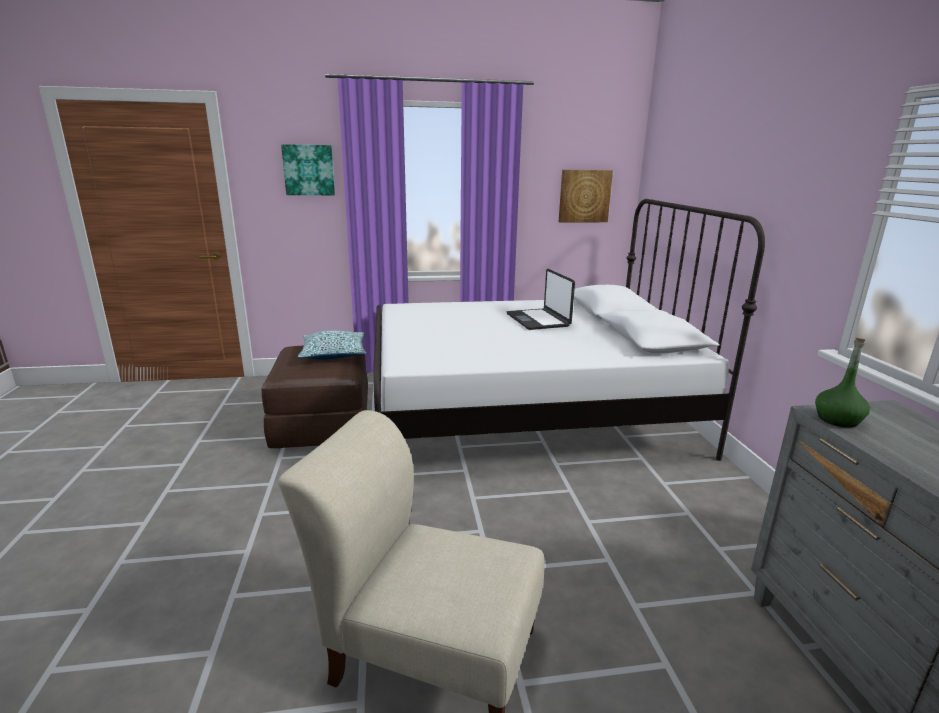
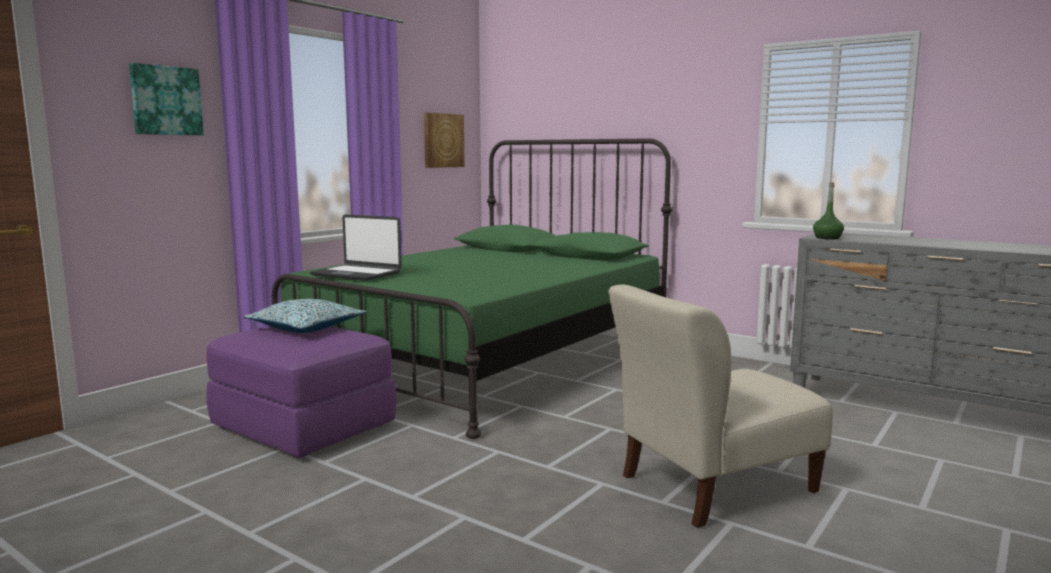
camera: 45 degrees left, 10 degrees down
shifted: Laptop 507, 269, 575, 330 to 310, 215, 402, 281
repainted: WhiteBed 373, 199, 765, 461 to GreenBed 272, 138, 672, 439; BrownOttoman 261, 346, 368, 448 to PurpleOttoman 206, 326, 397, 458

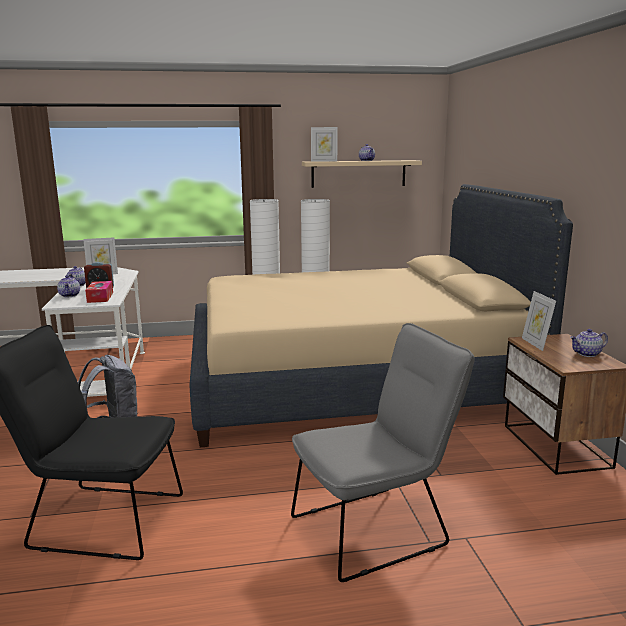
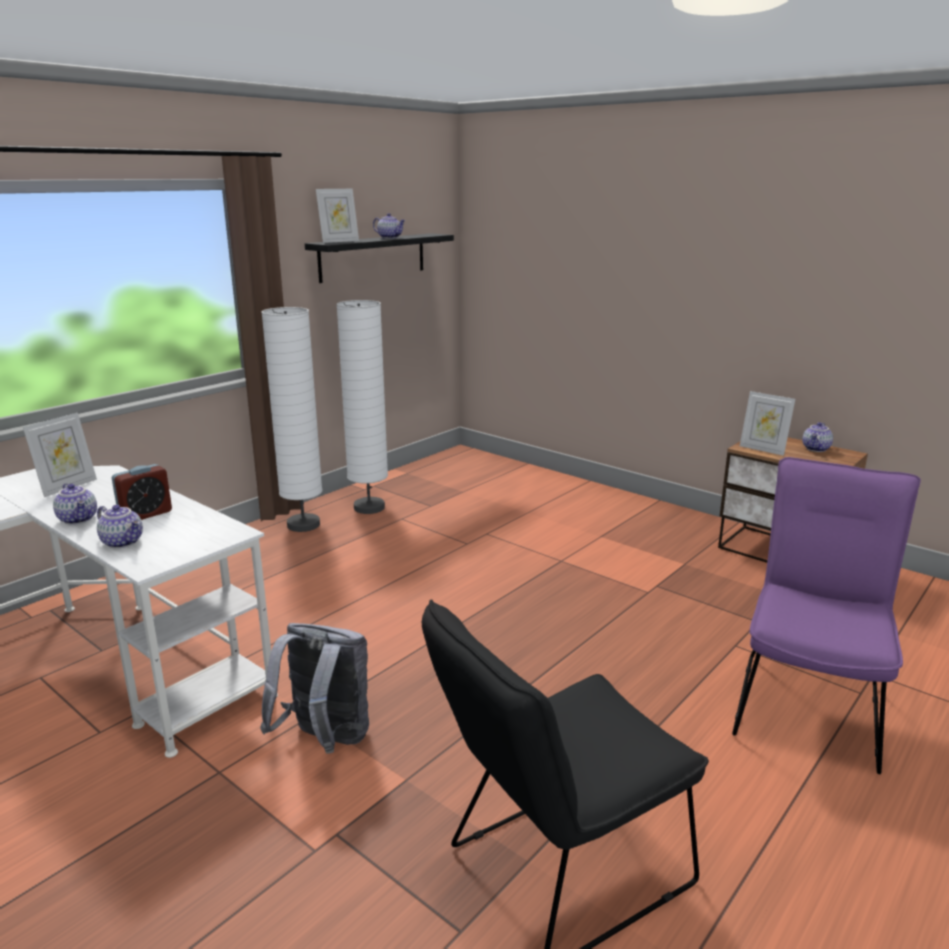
camera: 40 degrees left, 5 degrees up
gone: BeigeBed 190, 184, 573, 447; TissueBox 85, 281, 113, 303
repainted: BeigeShelf 302, 160, 422, 188 to BlackShelf 305, 233, 454, 283; GreyChair 291, 323, 475, 582 to PurpleChair 732, 457, 921, 774

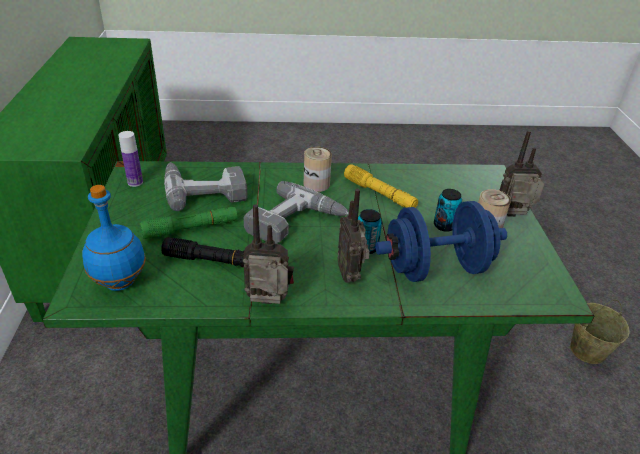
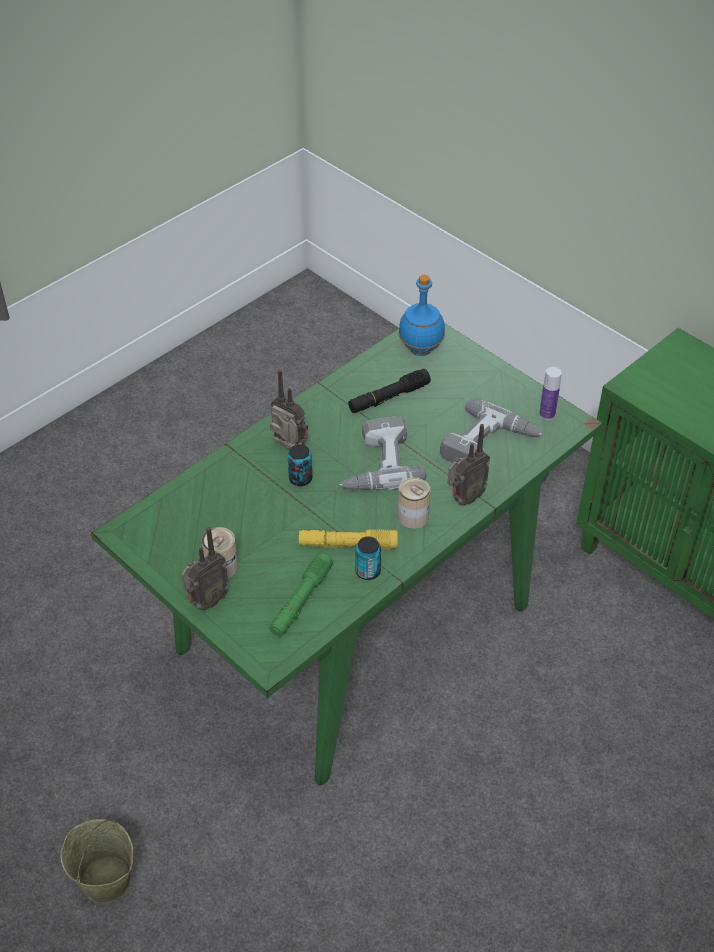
camera: 140 degrees right, 10 degrees up
gone: BlueDumbbell 375, 201, 507, 282
shifted: Can 434, 189, 462, 232 to 355, 537, 381, 580; Radio 243, 204, 294, 304 to 447, 424, 490, 506; GreenFlashlight 140, 207, 237, 239 to 269, 553, 333, 637

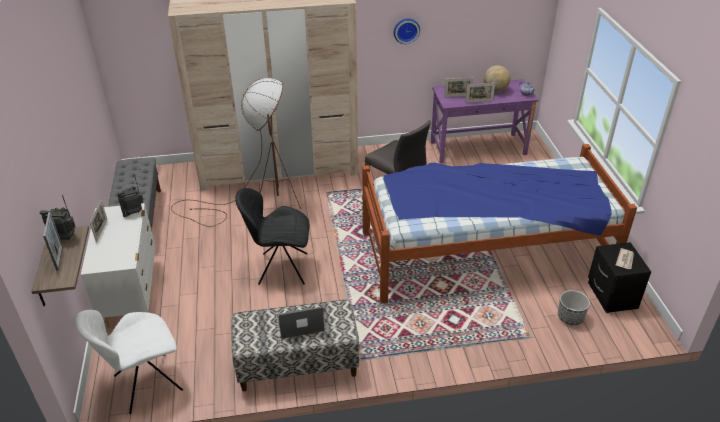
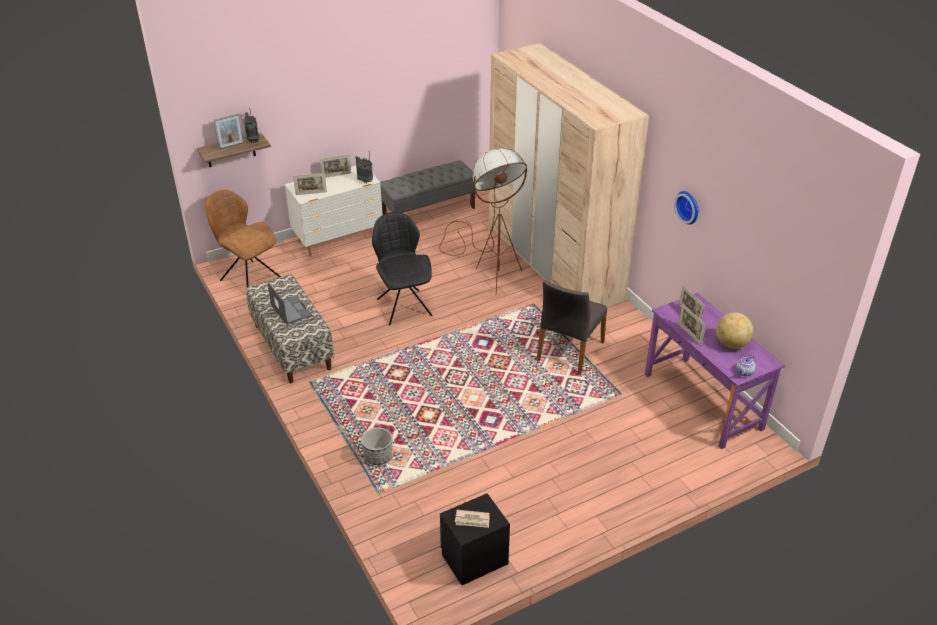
camera: 70 degrees right, 0 degrees up
gone: Bed 362, 144, 637, 304
new: PictureFrame 293, 173, 327, 195
shifted: Planter 558, 290, 590, 325 to 361, 427, 393, 465
repainted: WhiteChair 74, 310, 183, 414 to BrownChair 205, 190, 281, 287

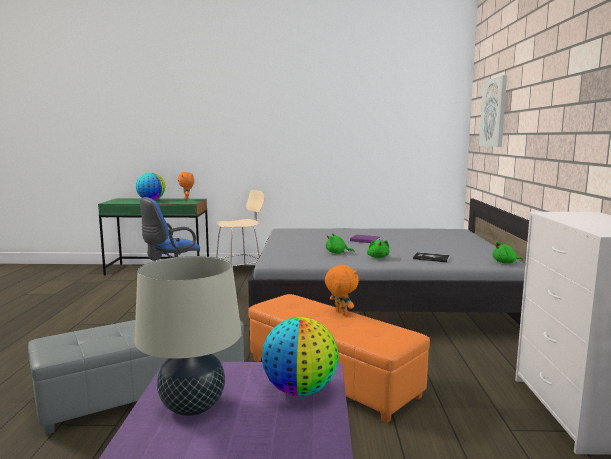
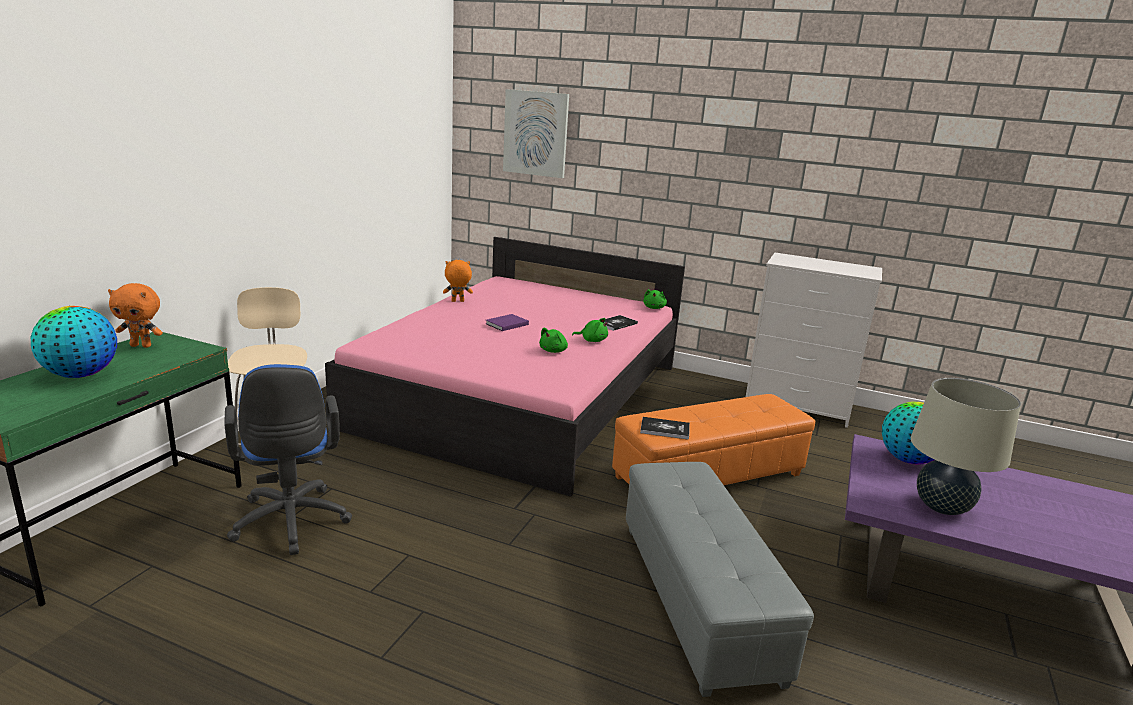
camera: 70 degrees left, 10 degrees up
new: Book 640, 417, 690, 440
shifted: OrangePlushToy 325, 265, 359, 316 to 443, 260, 473, 302
repainted: GreyBed 248, 198, 529, 333 to PinkBed 325, 237, 685, 496

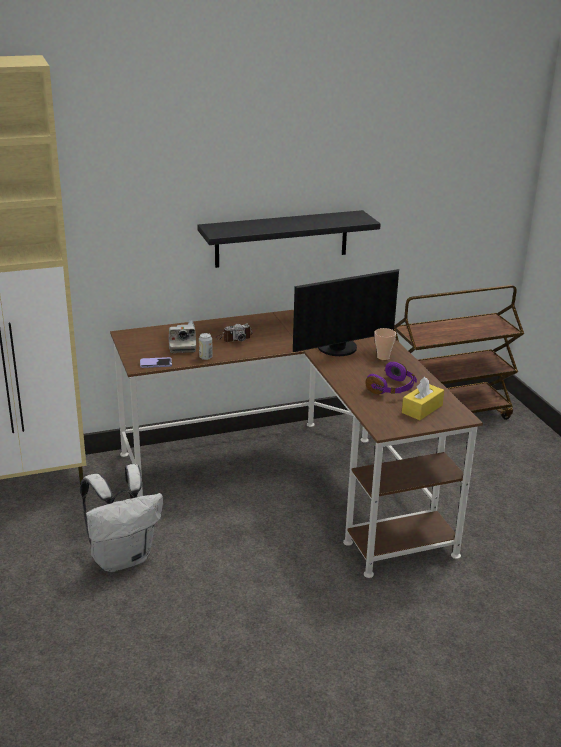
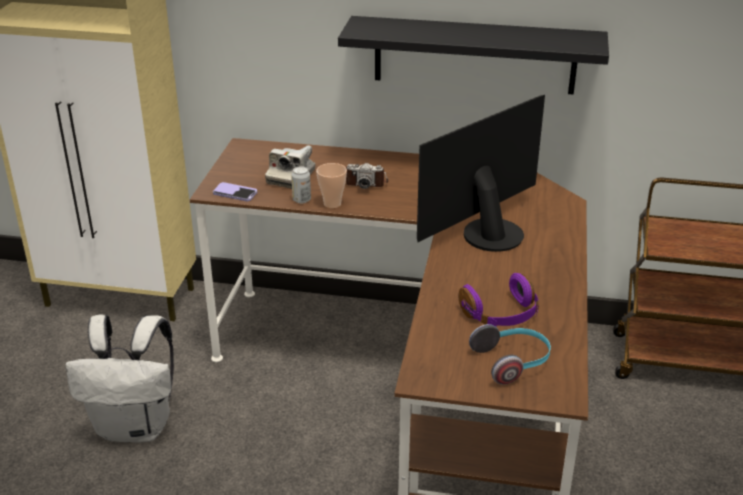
camera: 30 degrees right, 5 degrees up
shifted: Cup 375, 328, 396, 360 to 316, 163, 347, 208
swapped: YellowTissueBox 402, 377, 444, 420 to Headphones 469, 324, 551, 385
rotated: Monitor 293, 269, 399, 356 = 417, 95, 545, 252 135 degrees clockwise

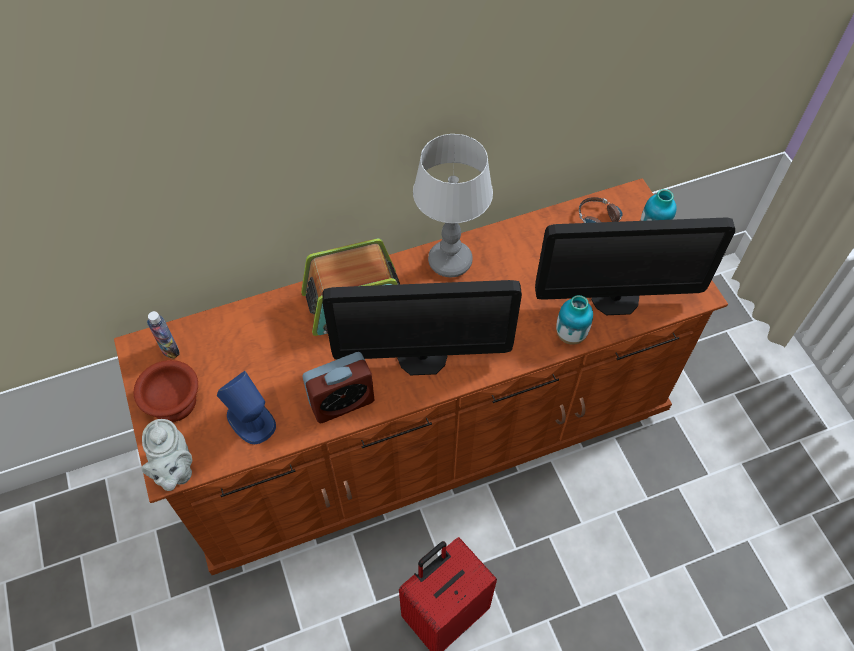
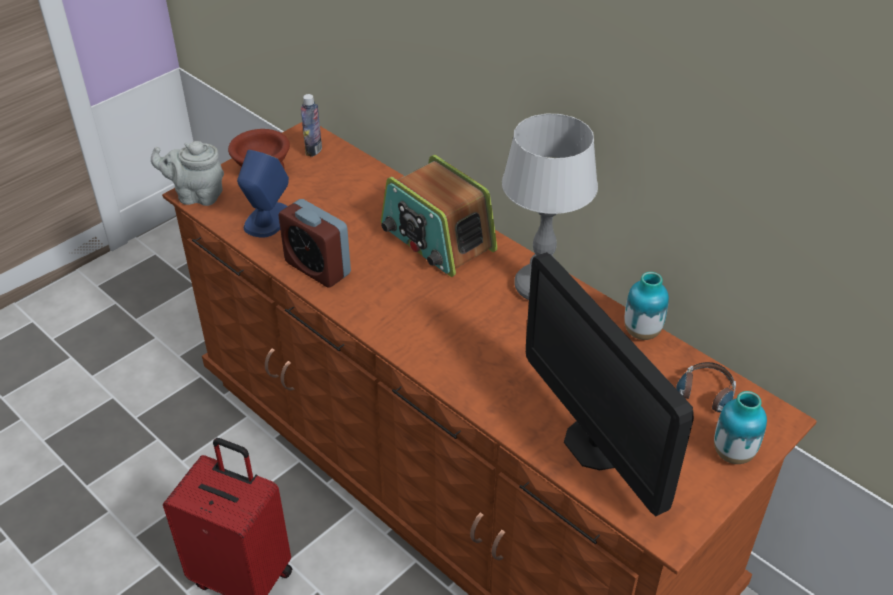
camera: 65 degrees right, 15 degrees down
gone: Monitor 322, 280, 522, 375
shifted: Vase 556, 295, 593, 345 to 624, 272, 669, 340
rotated: GreyTeapot 141, 419, 192, 491 = 151, 141, 224, 206 45 degrees clockwise

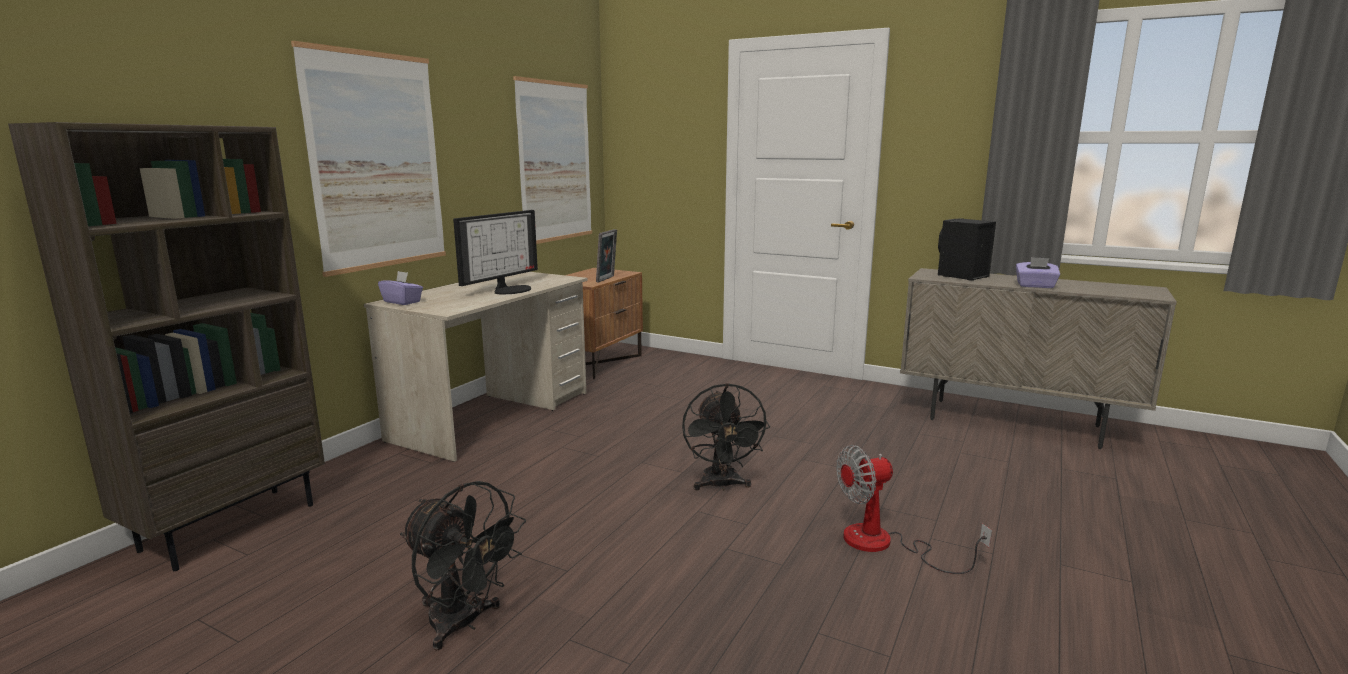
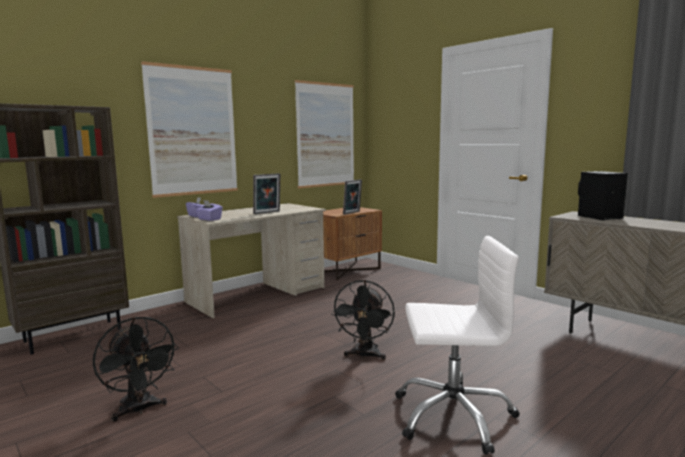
camera: 20 degrees right, 5 degrees down
shifted: PurpleTissueBox 1016, 257, 1060, 288 to 195, 200, 223, 221
swapped: Monitor 453, 210, 538, 294 to PictureFrame 253, 173, 280, 214; Fan 836, 445, 992, 574 to WhiteOfficeChair 395, 236, 520, 455

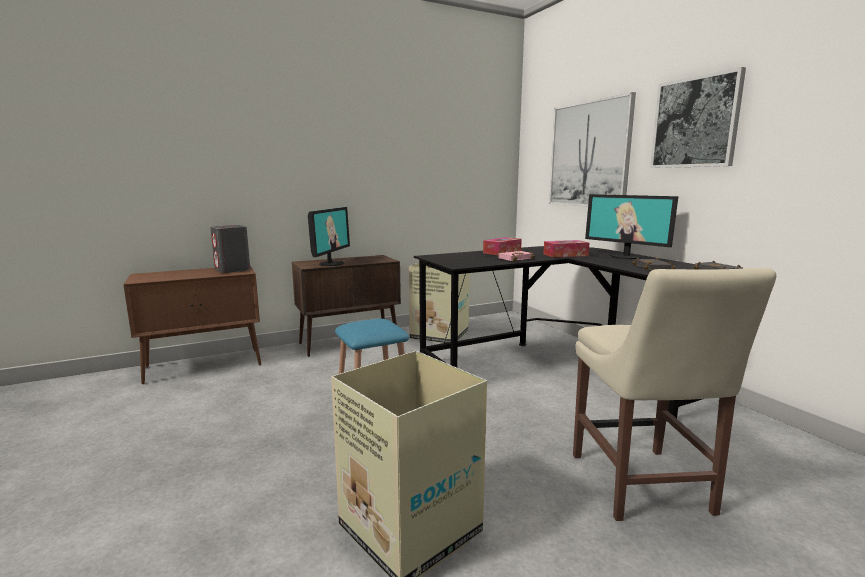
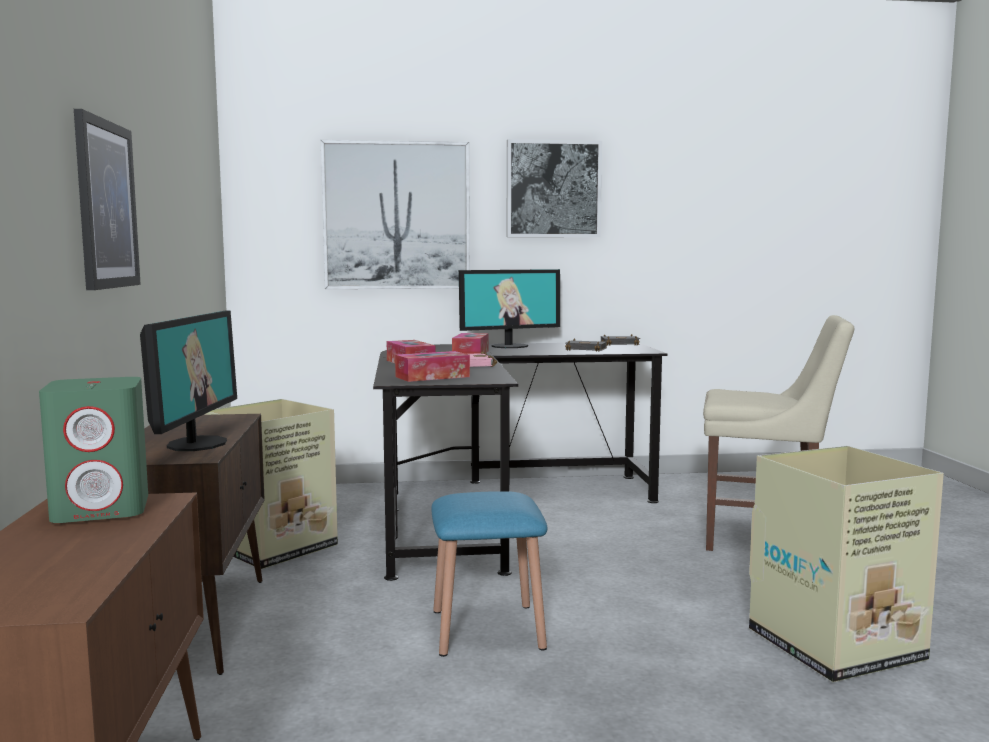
camera: 70 degrees left, 5 degrees down
new: Picture 74, 109, 141, 290; TissueBox 395, 351, 470, 382
repainted: GreySpeaker 210, 225, 250, 273 to GreenSpeaker 39, 377, 148, 523
rotated: Monitor 308, 207, 350, 266 = 140, 310, 237, 451 60 degrees clockwise

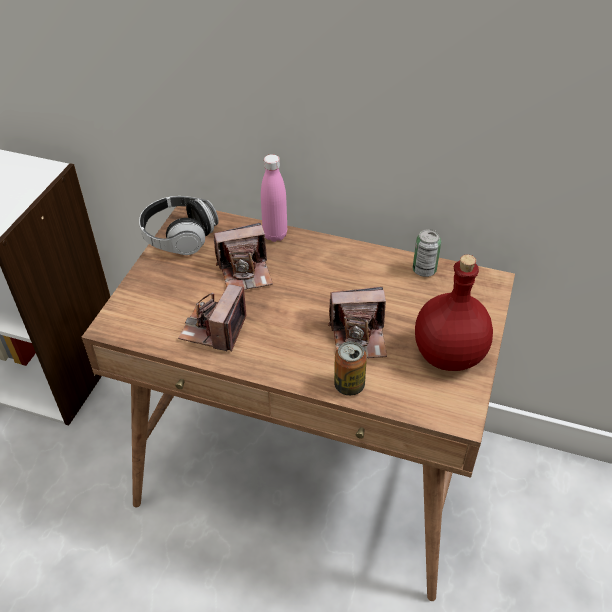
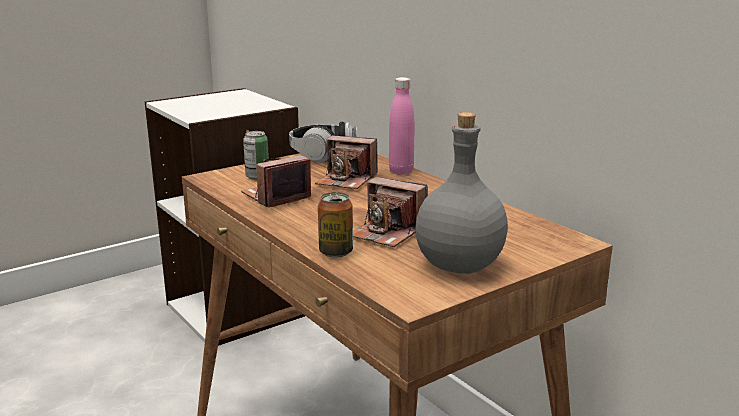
camera: 35 degrees right, 25 degrees down
shifted: Can 413, 229, 441, 277 to 243, 131, 269, 180
repainted: RedBottle 415, 255, 493, 371 to GreyBottle 415, 112, 508, 274

